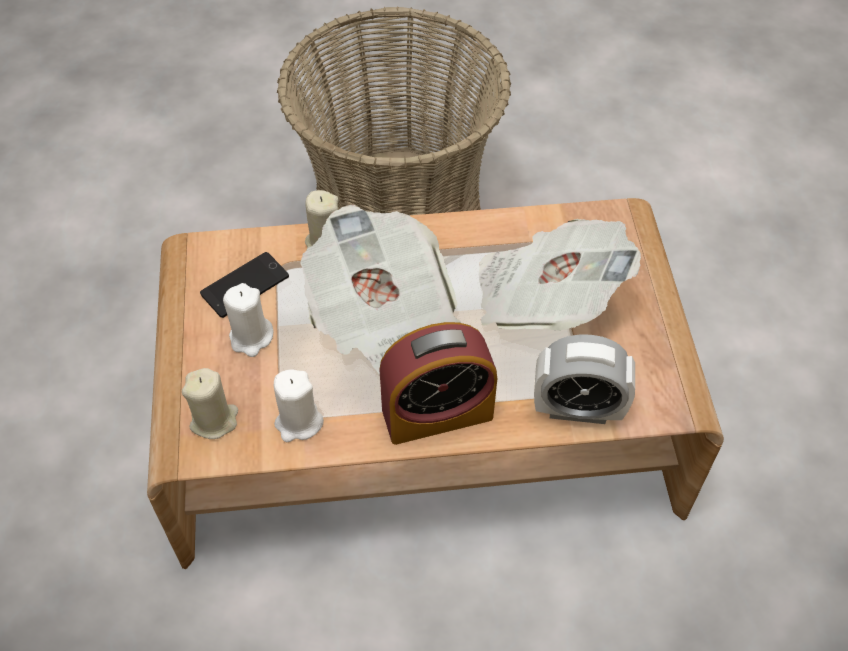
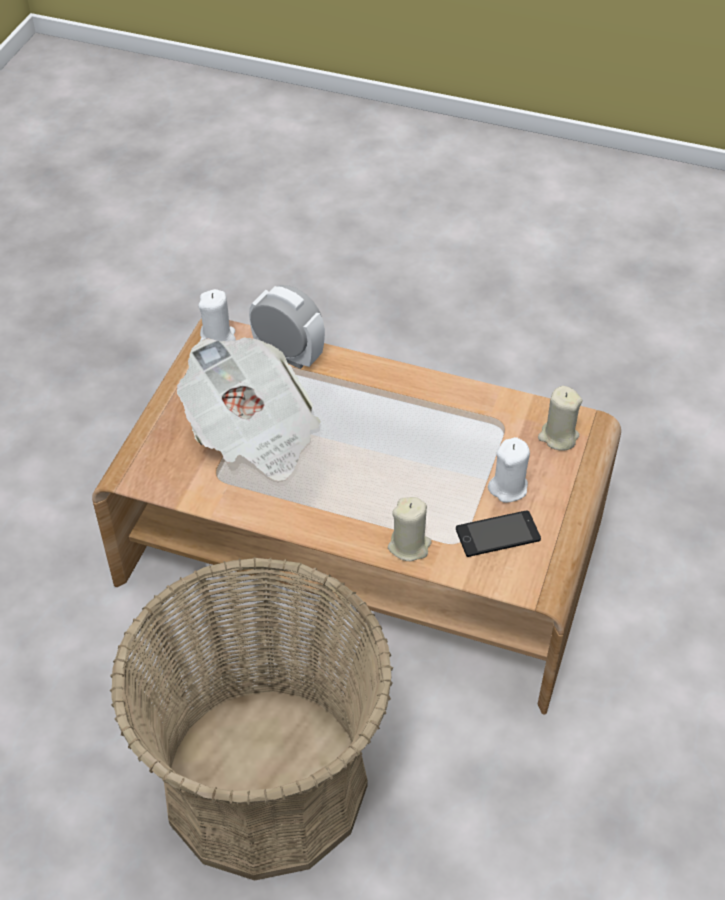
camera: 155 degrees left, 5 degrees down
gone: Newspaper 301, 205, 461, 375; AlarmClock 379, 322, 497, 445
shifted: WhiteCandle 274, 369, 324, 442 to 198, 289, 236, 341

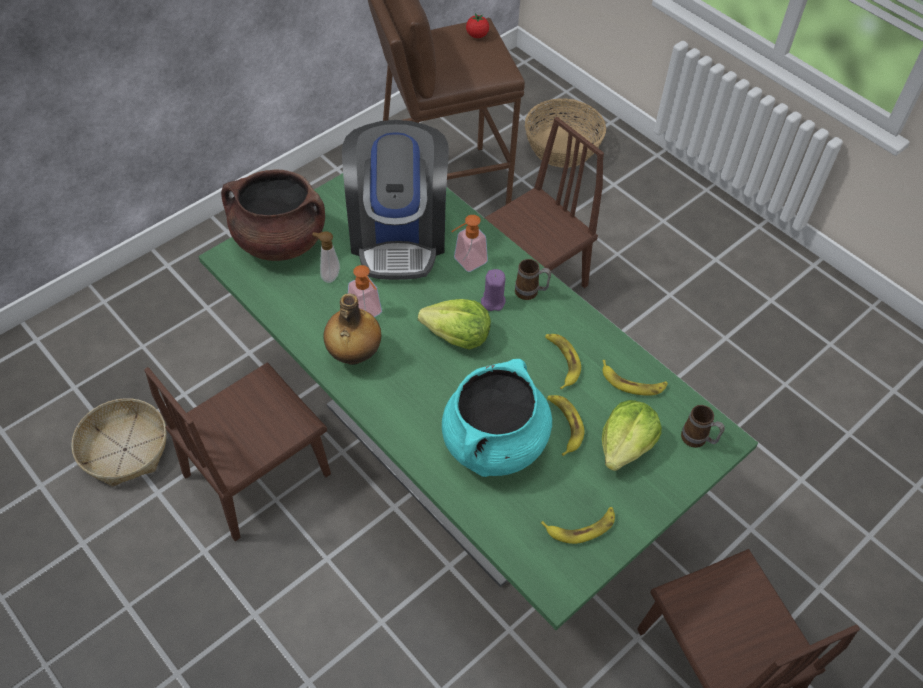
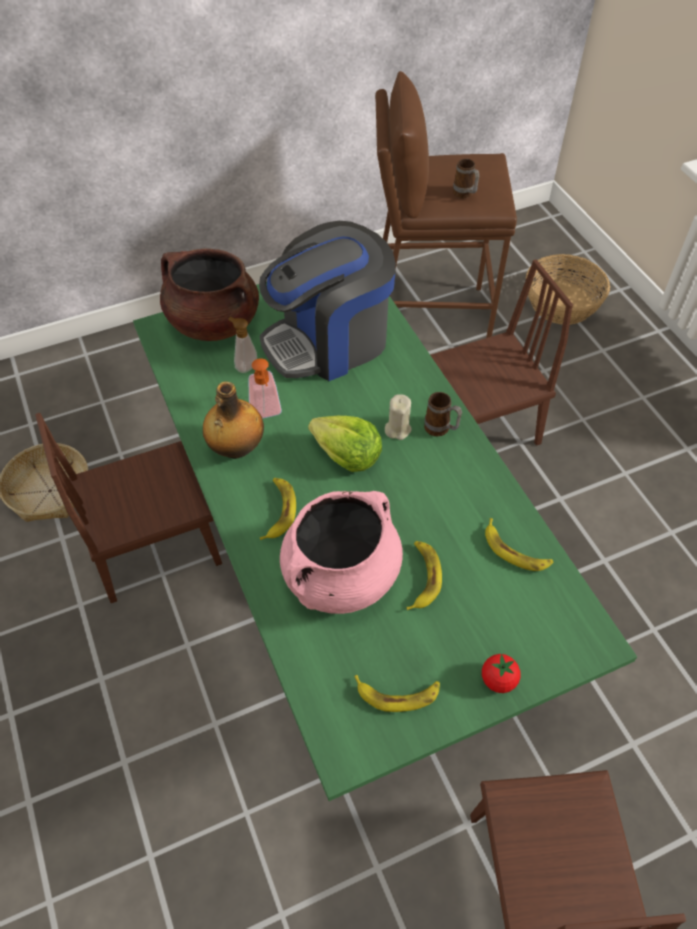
camera: 20 degrees right, 0 degrees up
gone: SoapDispenser 451, 215, 488, 272; Lettuce 602, 400, 662, 471
shifted: Tomato 466, 13, 489, 38 to 482, 654, 521, 693; Banana 545, 334, 581, 389 to 260, 478, 296, 540; Mug 681, 405, 725, 448 to 453, 159, 479, 198
repainted: PurpleCandle 481, 269, 506, 311 to BeigeCandle 385, 394, 412, 440; TurquoiseCookingPot 442, 359, 552, 477 to PinkCookingPot 280, 491, 403, 614
rotated: CoffeeMachine 342, 120, 449, 280 = 259, 221, 396, 381 45 degrees clockwise

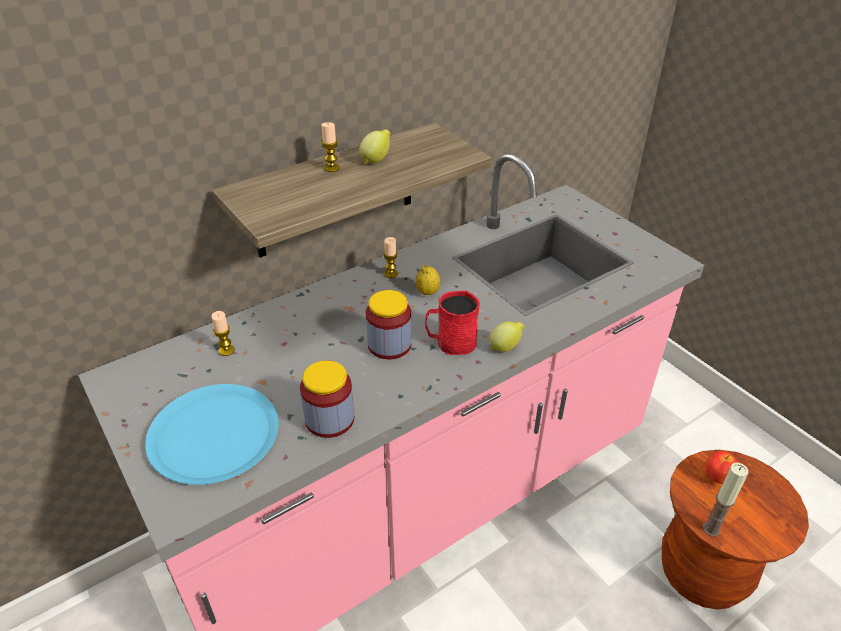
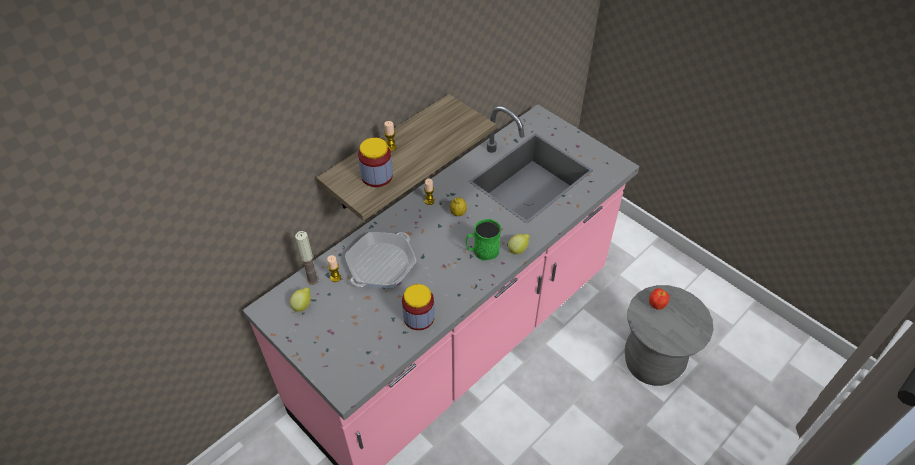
camera: 10 degrees left, 10 degrees up
gone: BluePlate 145, 384, 279, 485
new: FryingPan 345, 232, 417, 288
shifted: Lemon 359, 129, 391, 164 to 290, 287, 311, 312; Jar 366, 290, 412, 359 to 358, 138, 393, 187; Candle 703, 463, 749, 537 to 295, 231, 319, 285
repainted: RedMug 425, 291, 480, 355 to GreenMug 466, 219, 501, 261; BrownStool 662, 450, 809, 609 to GreyStool 625, 285, 714, 386

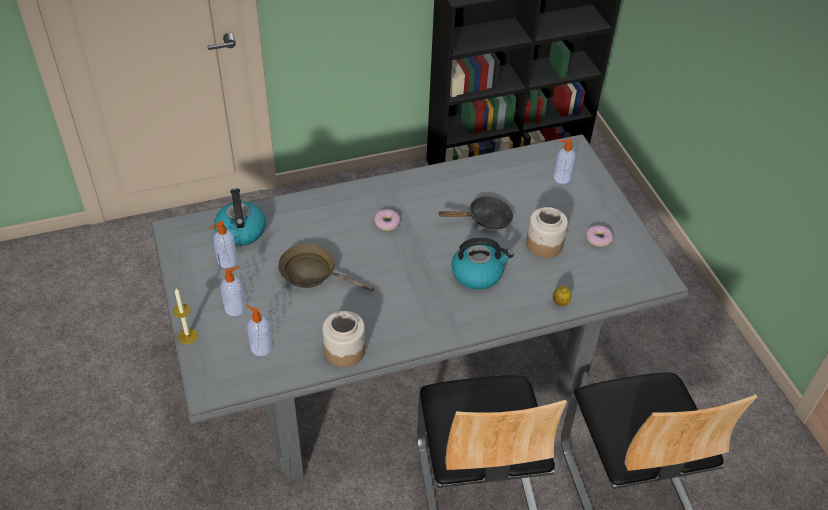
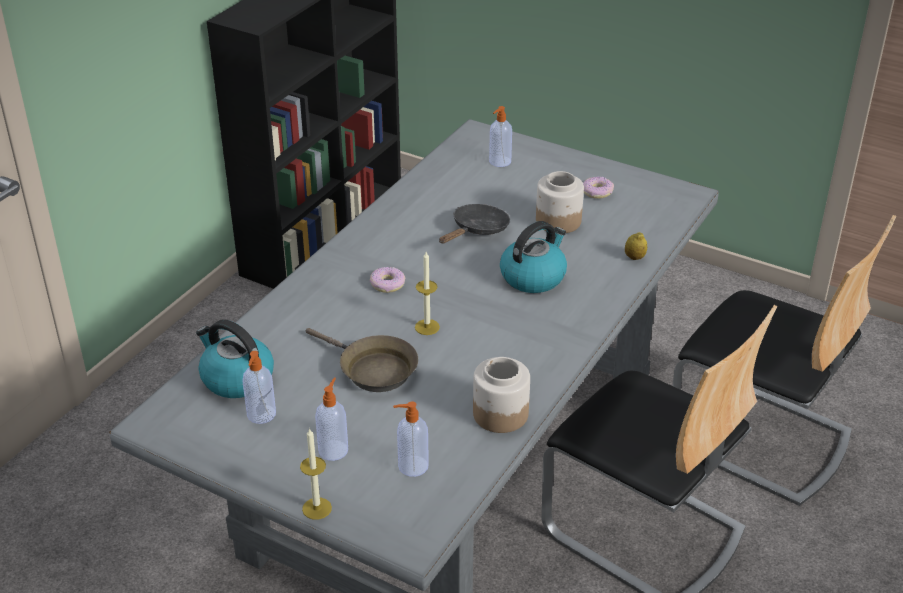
camera: 40 degrees left, 10 degrees down
new: Candle 415, 252, 440, 335
rotated: BrownFryingPan 278, 244, 374, 291 = 306, 328, 418, 392 120 degrees counterclockwise

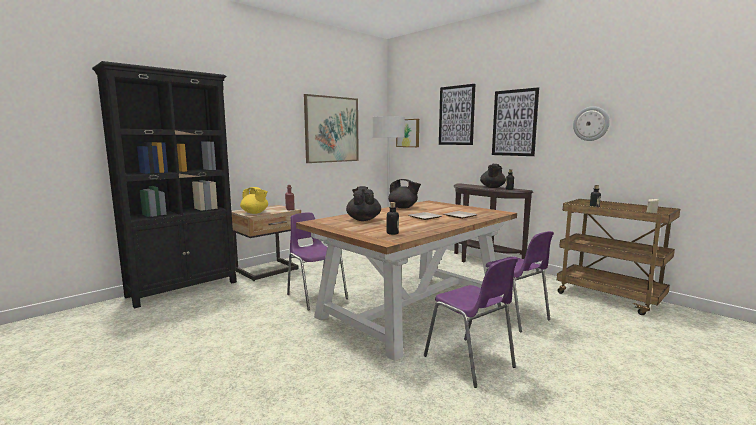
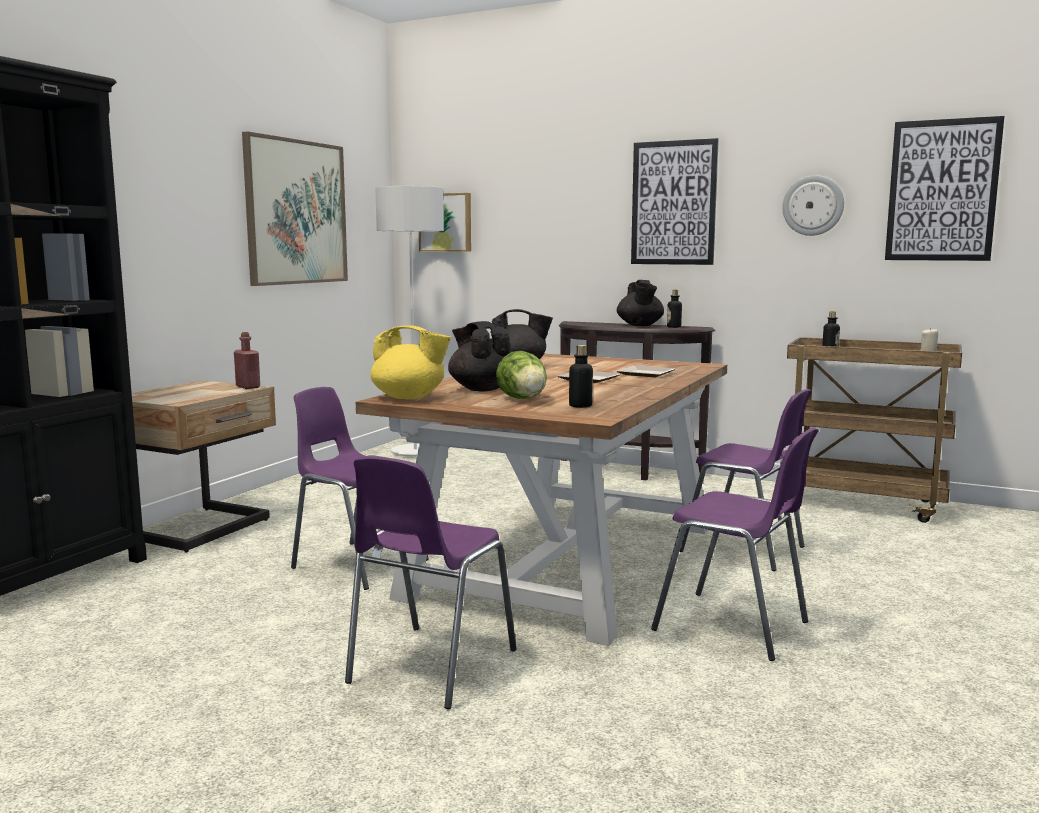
camera: 20 degrees left, 0 degrees up
new: Lettuce 496, 351, 547, 399; PurpleChair 345, 456, 516, 709
shifted: Picture 439, 84, 475, 145 to 885, 116, 1004, 261; YellowTeapot 240, 187, 268, 214 to 370, 325, 451, 399

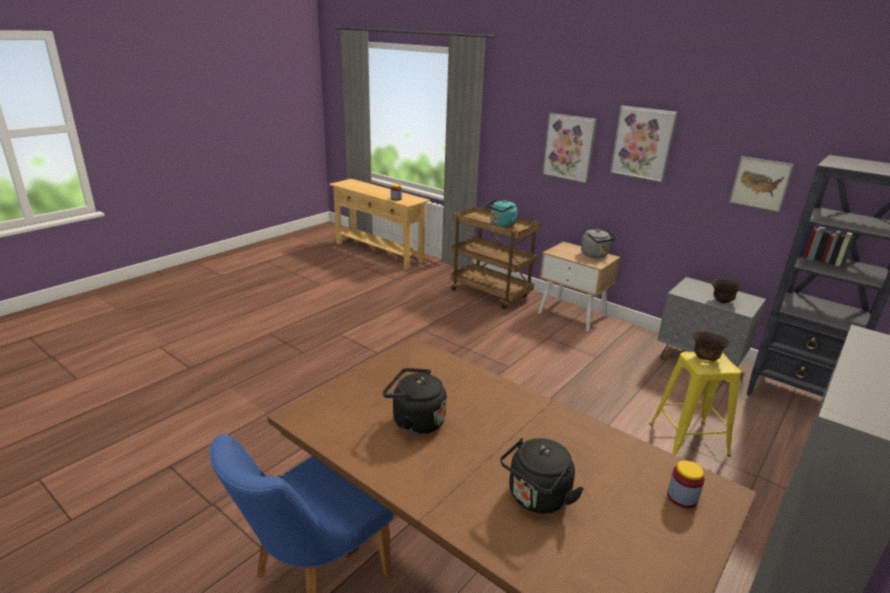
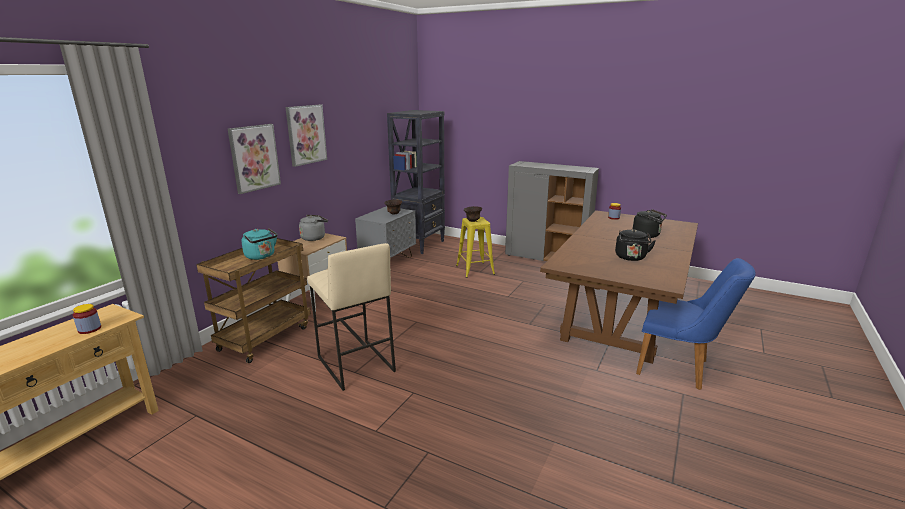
camera: 100 degrees left, 5 degrees down
gone: Picture 729, 156, 794, 212
new: BeigeStool 307, 243, 396, 391

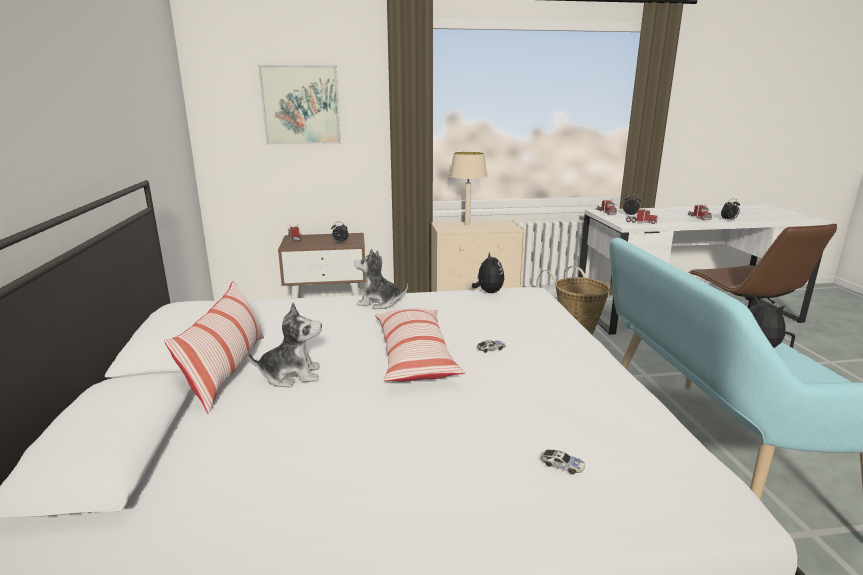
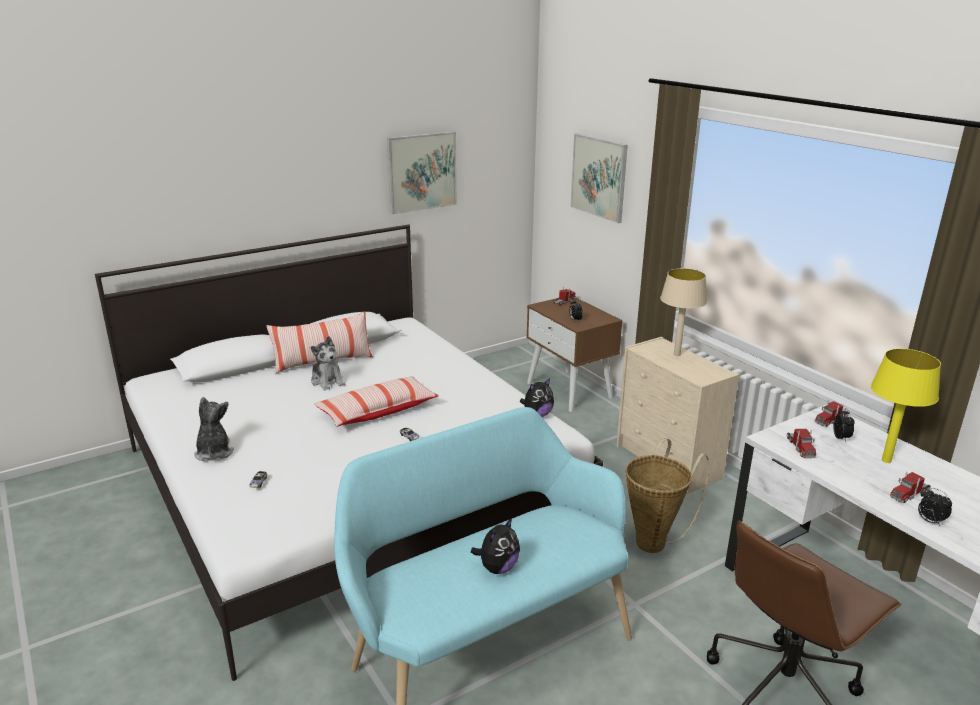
camera: 65 degrees right, 5 degrees up
new: Picture 387, 131, 457, 214; YellowTableLamp 871, 349, 941, 463
shifted: PlushToy 354, 249, 408, 309 to 194, 397, 234, 461

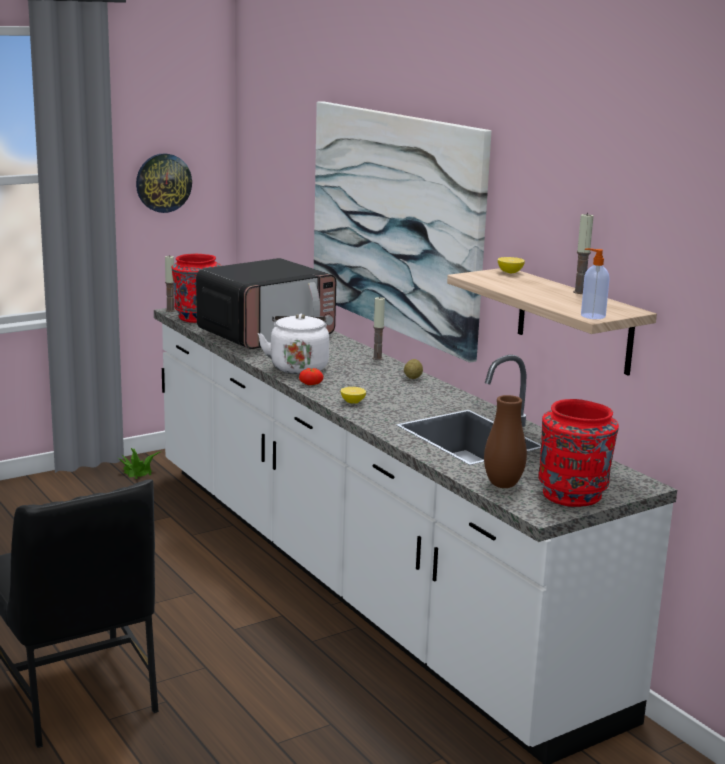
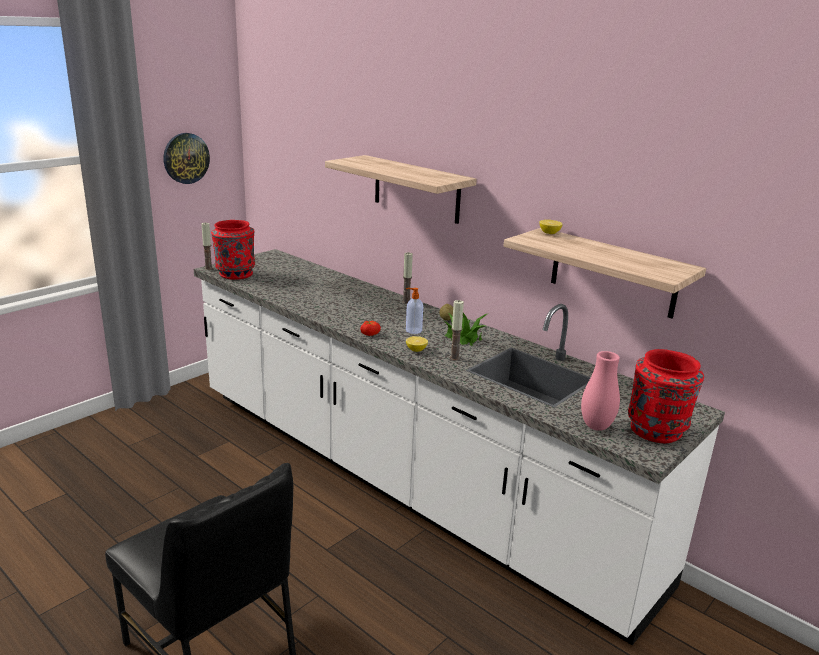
camera: 15 degrees left, 5 degrees up
gone: Microwave 196, 258, 336, 349; WhiteKettle 258, 314, 329, 374
shifted: Candle 573, 213, 594, 294 to 449, 300, 464, 360; SoapDispenser 581, 248, 610, 319 to 406, 288, 423, 334; PottedPlant 118, 447, 160, 479 to 444, 313, 487, 346
swapped: Picture 314, 101, 491, 363 to Shelf 325, 155, 477, 224
repainted: BrownVase 484, 395, 527, 488 to PinkVase 581, 351, 620, 431

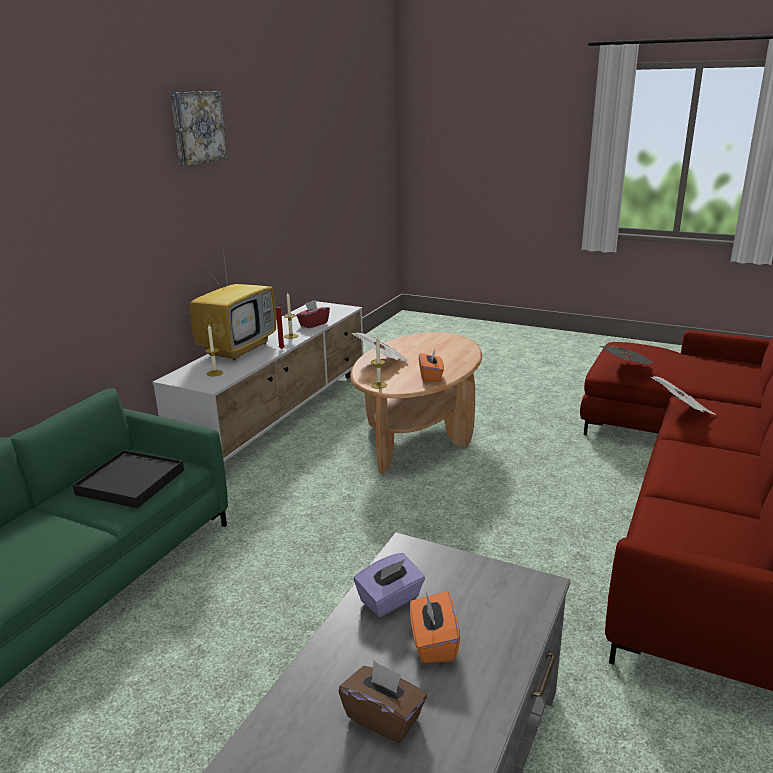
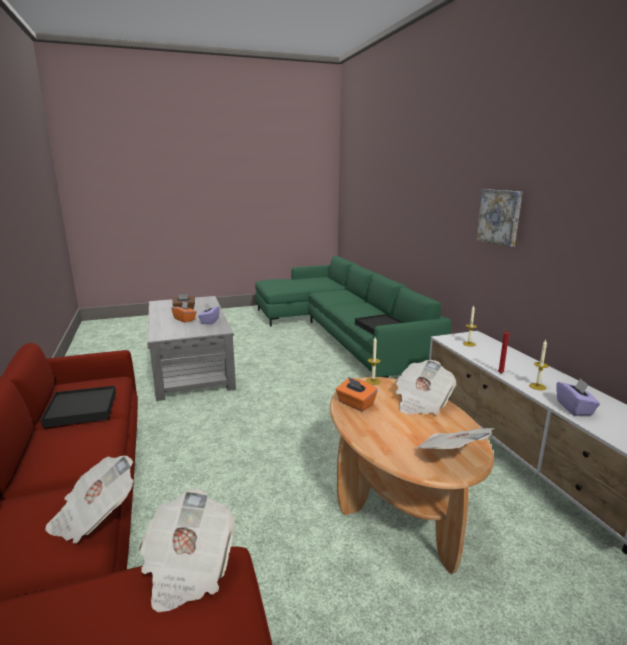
camera: 135 degrees right, 5 degrees down
gone: Television 190, 243, 276, 360
new: BlackTray 40, 386, 116, 428; Newspaper 415, 428, 495, 449
shifted: Picture 170, 91, 228, 166 to 476, 189, 523, 247
repainted: RedTissueBox 296, 300, 330, 328 to PurpleTissueBox 557, 378, 600, 416

